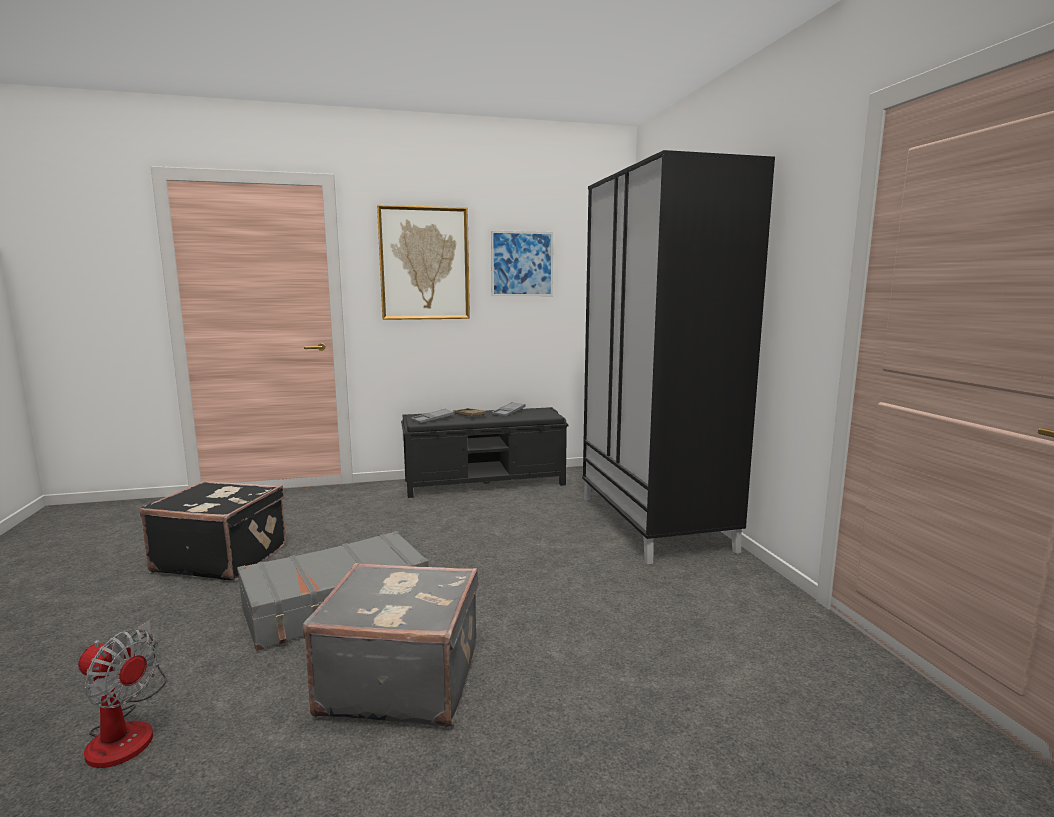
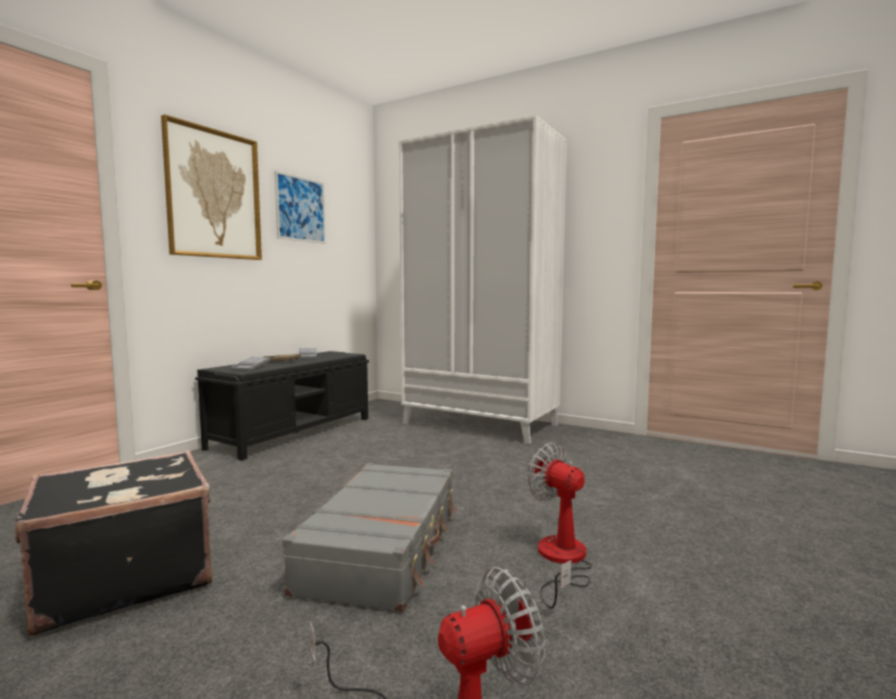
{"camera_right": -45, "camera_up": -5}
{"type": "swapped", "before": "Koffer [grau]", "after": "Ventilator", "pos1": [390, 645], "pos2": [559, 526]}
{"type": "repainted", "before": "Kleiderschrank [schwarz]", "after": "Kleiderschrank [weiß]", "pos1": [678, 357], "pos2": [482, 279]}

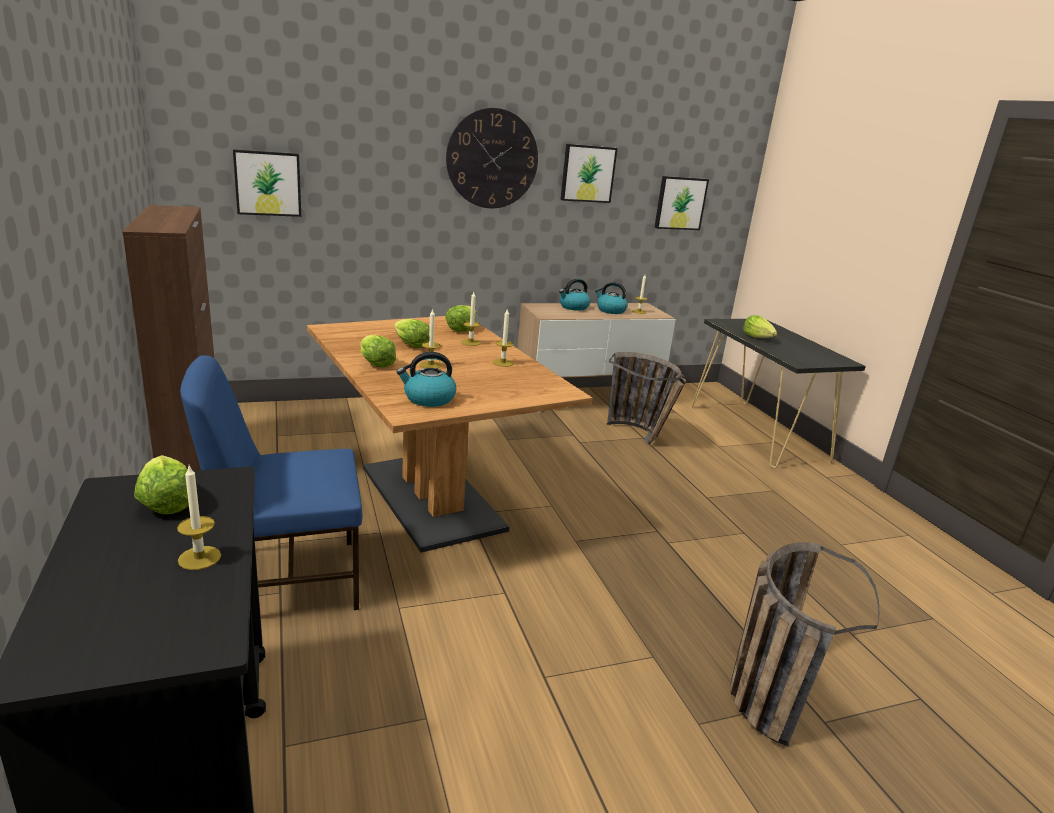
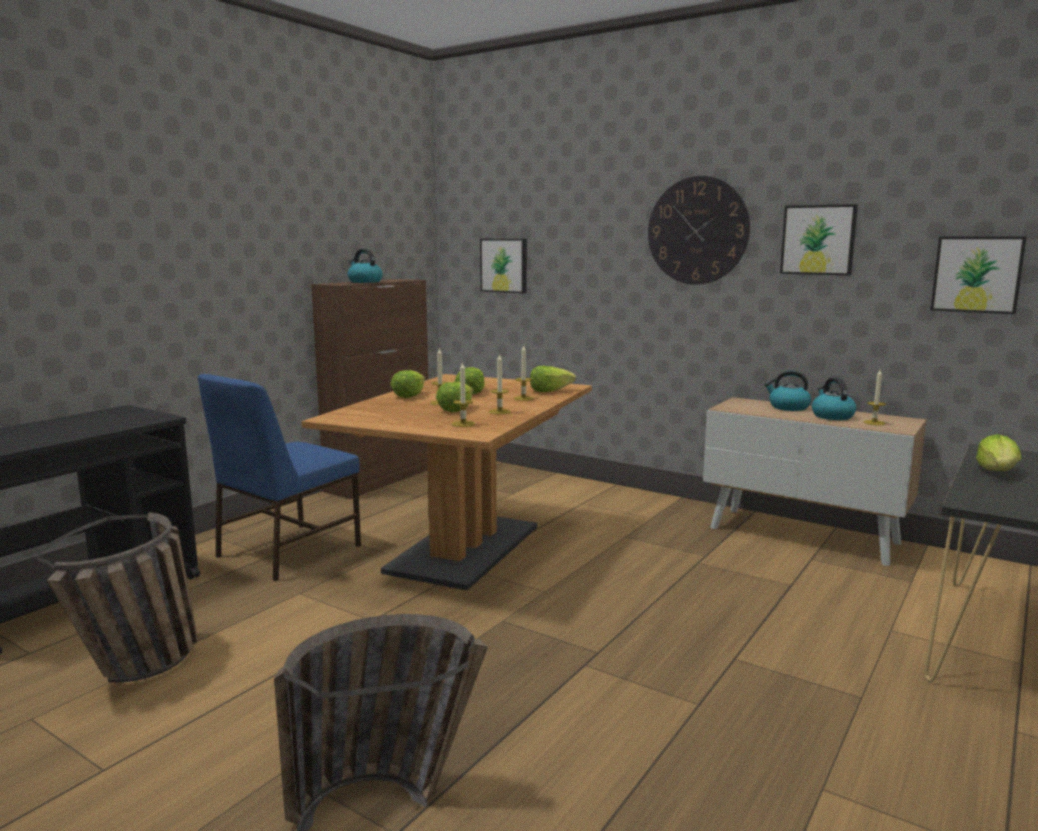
{"camera_right": 55, "camera_up": -10}
{"type": "shifted", "before": "Salatkopf", "pos1": [161, 484], "pos2": [454, 397]}
{"type": "shifted", "before": "Kerze", "pos1": [199, 518], "pos2": [463, 394]}
{"type": "shifted", "before": "Wasserkessel", "pos1": [426, 379], "pos2": [365, 266]}
{"type": "shifted", "before": "Korb", "pos1": [646, 398], "pos2": [117, 597]}
{"type": "rotated", "before": "Stuhl [blau]", "pos1": [271, 482], "pos2": [279, 477], "turn": -90}

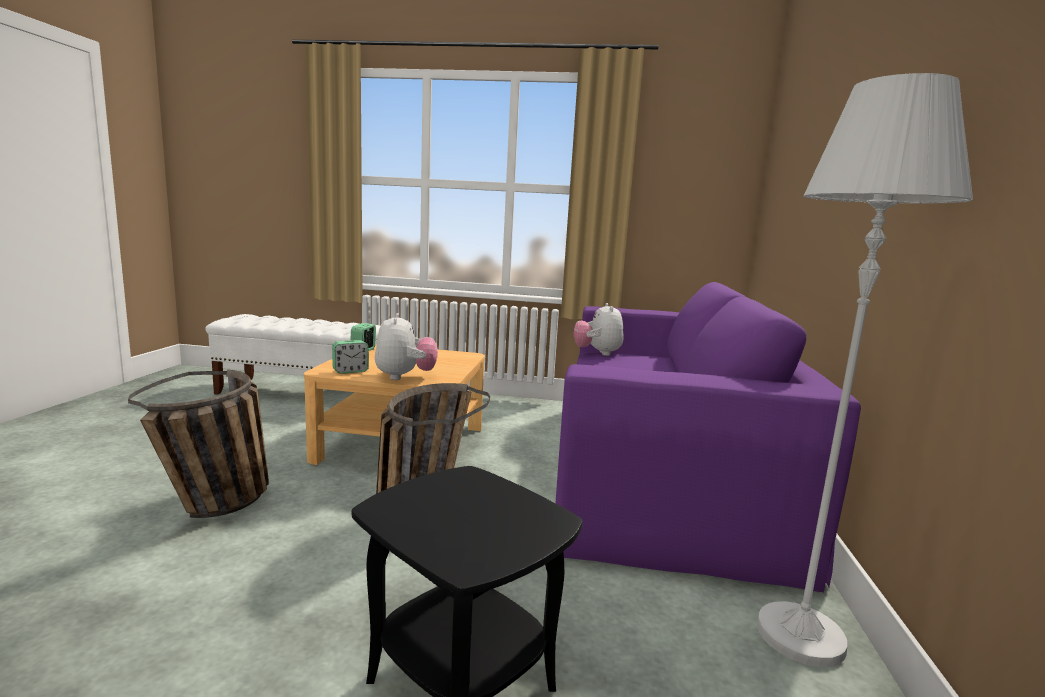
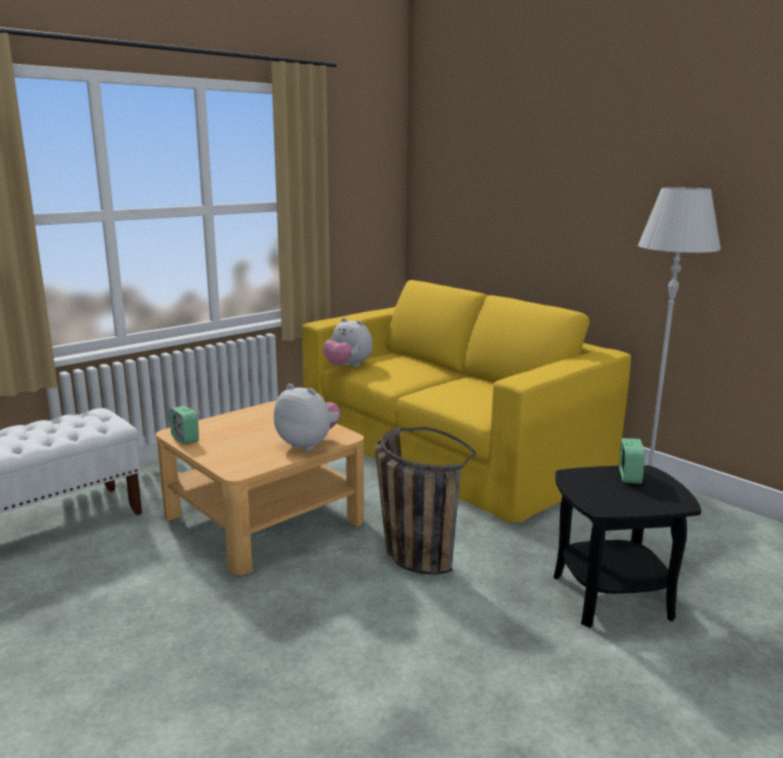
{"camera_right": -50, "camera_up": 5}
{"type": "gone", "before": "Korb", "pos1": [198, 443]}
{"type": "shifted", "before": "Wecker", "pos1": [350, 357], "pos2": [632, 461]}
{"type": "repainted", "before": "Sofa [lila]", "after": "Sofa [gelb]", "pos1": [708, 437], "pos2": [466, 401]}

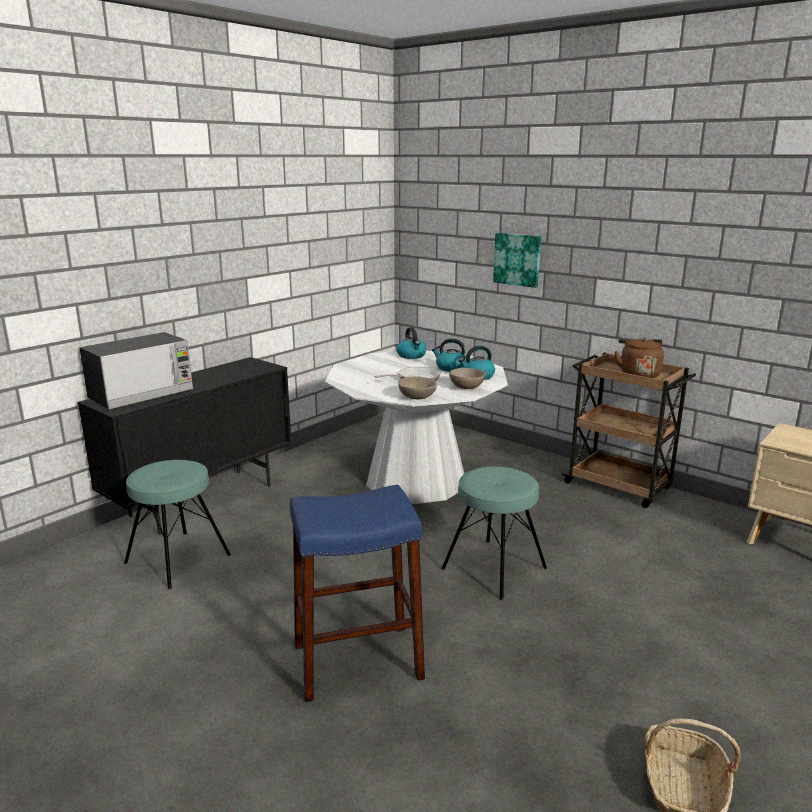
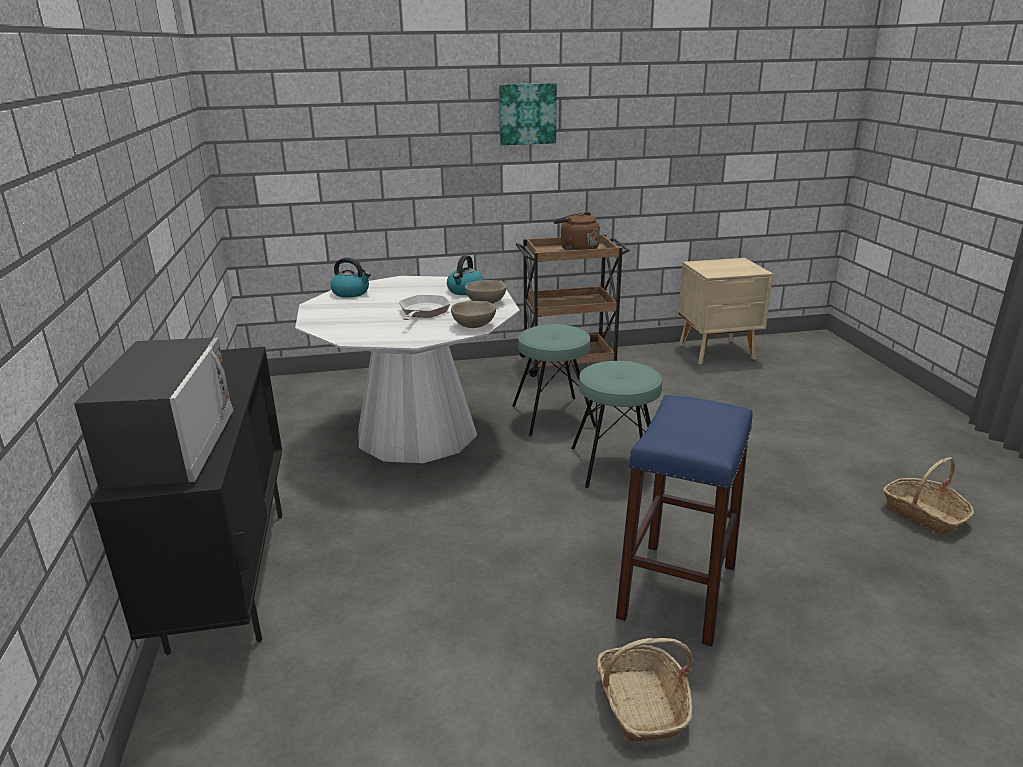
{"camera_right": -50, "camera_up": 5}
{"type": "gone", "before": "Wasserkessel", "pos1": [449, 355]}
{"type": "new", "after": "Korb", "pos2": [645, 689]}
{"type": "shifted", "before": "Hocker [türkis]", "pos1": [177, 524], "pos2": [554, 380]}
{"type": "shifted", "before": "Bild", "pos1": [517, 260], "pos2": [528, 114]}

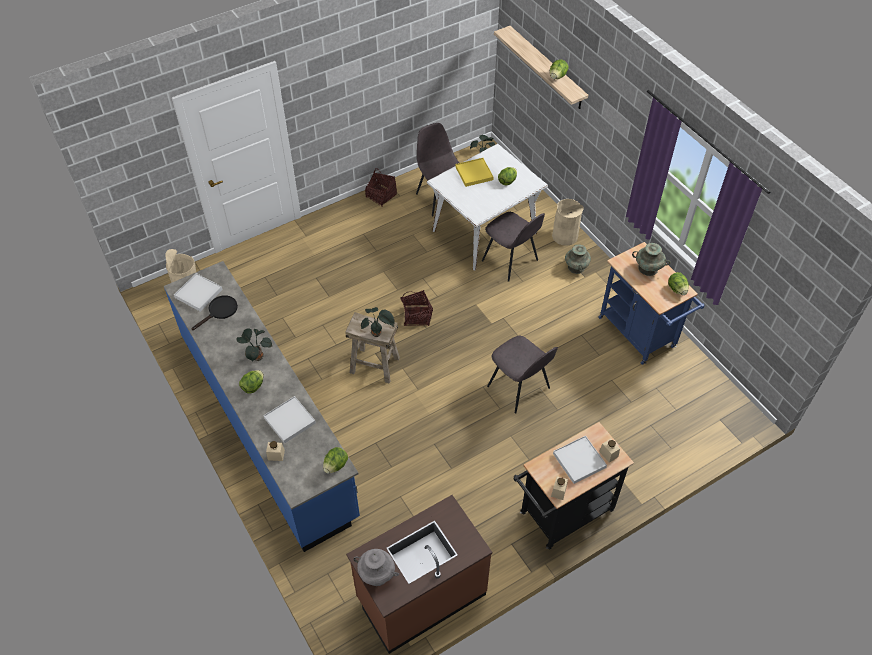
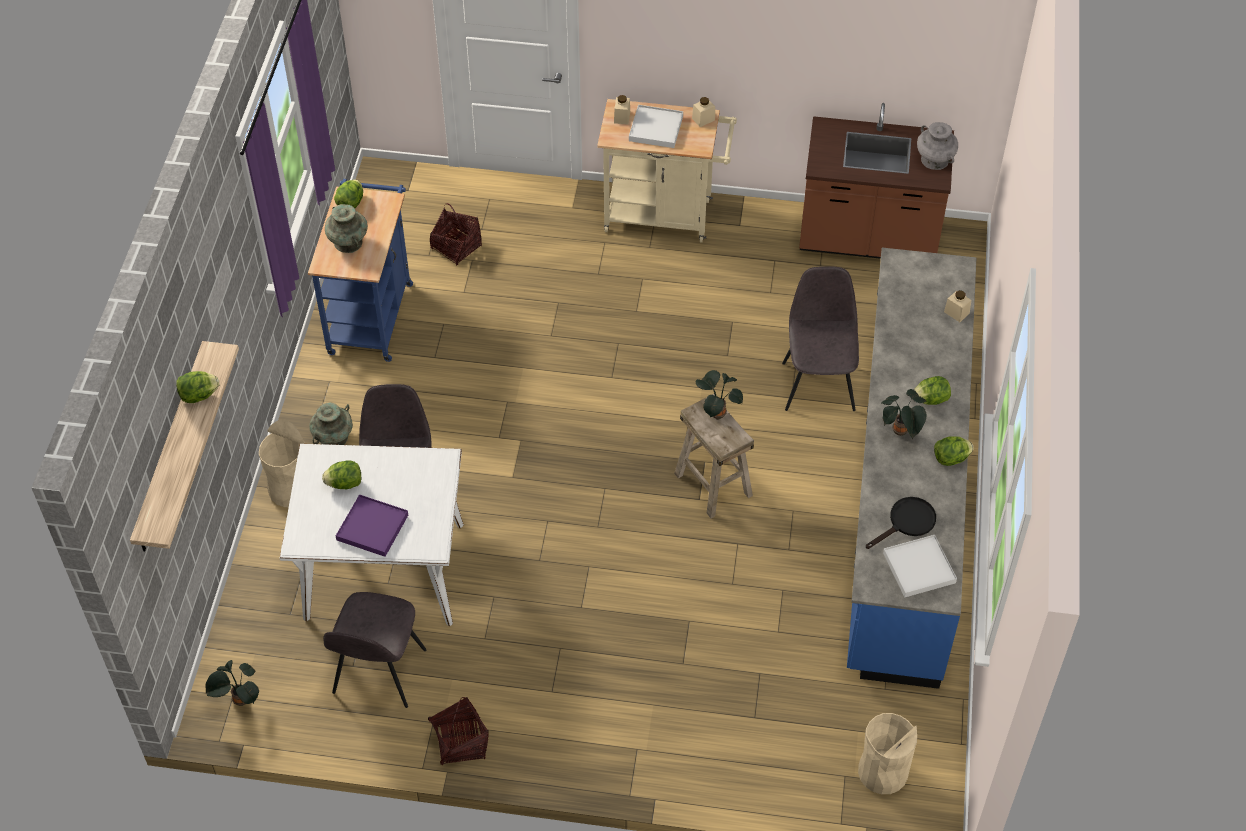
{"camera_right": -140, "camera_up": 0}
{"type": "gone", "before": "Tablett [weiß]", "pos1": [289, 419]}
{"type": "shifted", "before": "Salatkopf", "pos1": [335, 460], "pos2": [954, 451]}
{"type": "shifted", "before": "Korb", "pos1": [416, 308], "pos2": [456, 234]}
{"type": "shifted", "before": "Stuhl [grau]", "pos1": [522, 374], "pos2": [820, 338]}
{"type": "repainted", "before": "Tablett [gelb]", "after": "Tablett [lila]", "pos1": [475, 172], "pos2": [372, 526]}
{"type": "repainted", "before": "Rollwagen [schwarz]", "after": "Rollwagen [beige]", "pos1": [574, 486], "pos2": [667, 170]}
{"type": "rotated", "before": "Pfanne [schwarz]", "pos1": [215, 312], "pos2": [901, 523], "turn": 150}

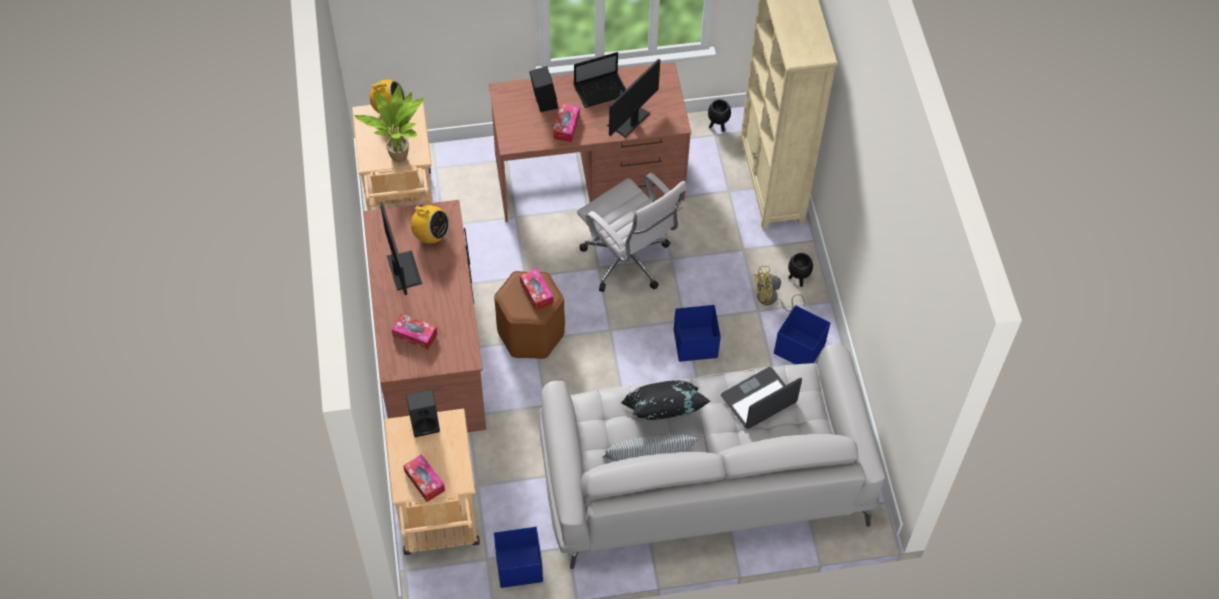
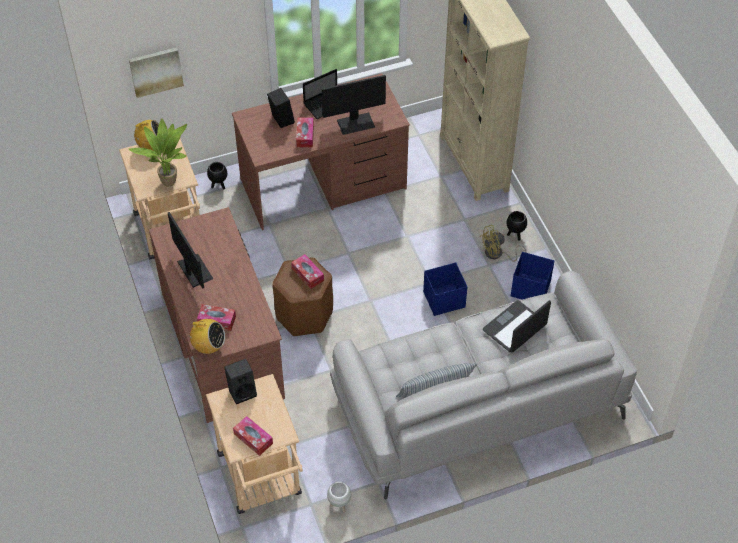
{"camera_right": -10, "camera_up": -5}
{"type": "gone", "before": "Bürostuhl [weiß]", "pos1": [631, 232]}
{"type": "gone", "before": "Kissen [schwarz]", "pos1": [665, 400]}
{"type": "new", "after": "Bild", "pos2": [156, 72]}
{"type": "shifted", "before": "Radio", "pos1": [428, 224], "pos2": [205, 336]}
{"type": "shifted", "before": "Pflanzkübel [schwarz]", "pos1": [719, 115], "pos2": [217, 175]}
{"type": "swapped", "before": "Aufbewahrungsbox [blau]", "after": "Pflanzkübel [weiß]", "pos1": [518, 557], "pos2": [339, 497]}
{"type": "rotated", "before": "Monitor", "pos1": [633, 98], "pos2": [354, 105], "turn": -135}

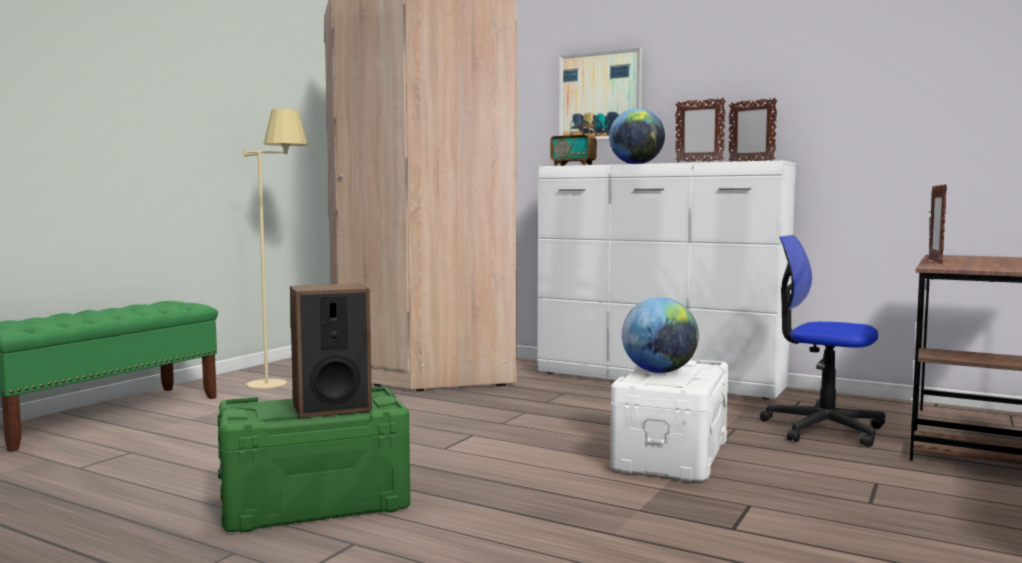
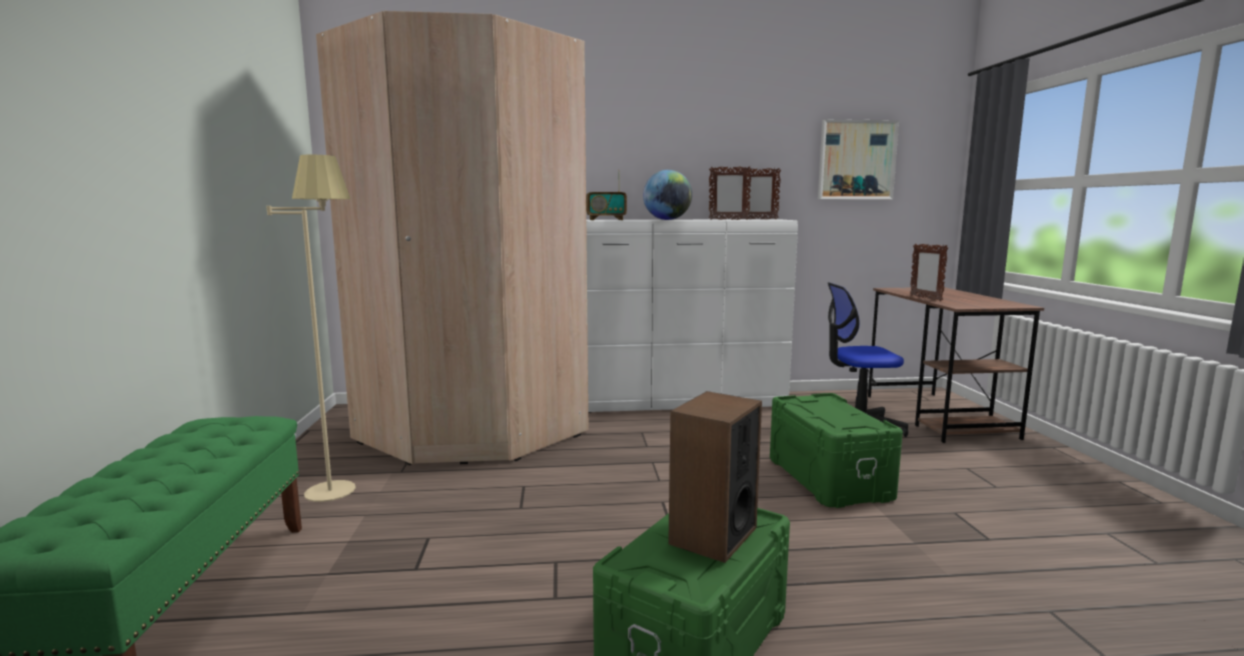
{"camera_right": -35, "camera_up": 5}
{"type": "gone", "before": "Globus", "pos1": [660, 335]}
{"type": "shifted", "before": "Bild", "pos1": [600, 93], "pos2": [858, 159]}
{"type": "repainted", "before": "Aufbewahrungsbox [weiß]", "after": "Aufbewahrungsbox [grün]", "pos1": [669, 421], "pos2": [836, 450]}

